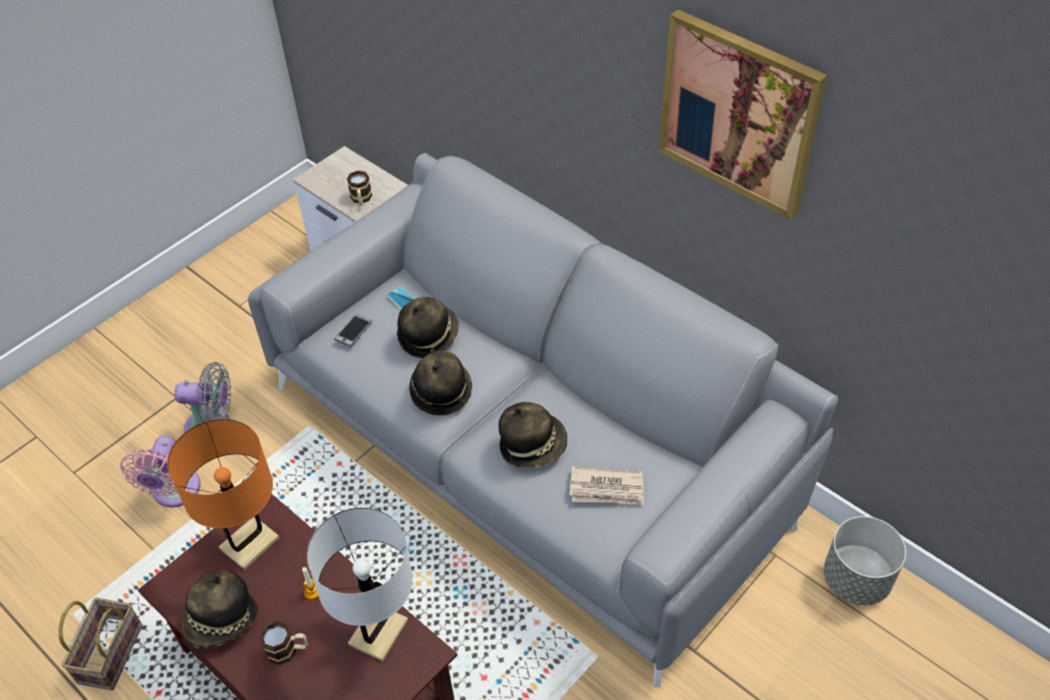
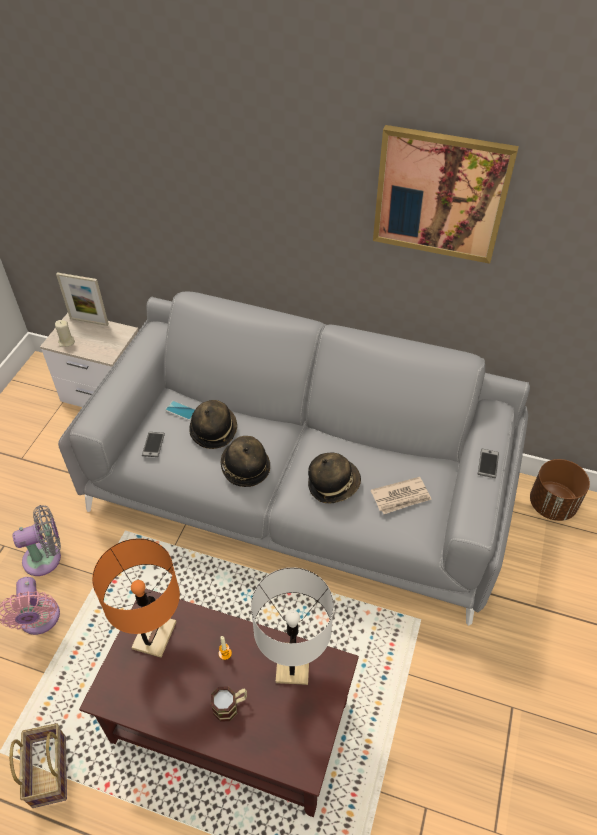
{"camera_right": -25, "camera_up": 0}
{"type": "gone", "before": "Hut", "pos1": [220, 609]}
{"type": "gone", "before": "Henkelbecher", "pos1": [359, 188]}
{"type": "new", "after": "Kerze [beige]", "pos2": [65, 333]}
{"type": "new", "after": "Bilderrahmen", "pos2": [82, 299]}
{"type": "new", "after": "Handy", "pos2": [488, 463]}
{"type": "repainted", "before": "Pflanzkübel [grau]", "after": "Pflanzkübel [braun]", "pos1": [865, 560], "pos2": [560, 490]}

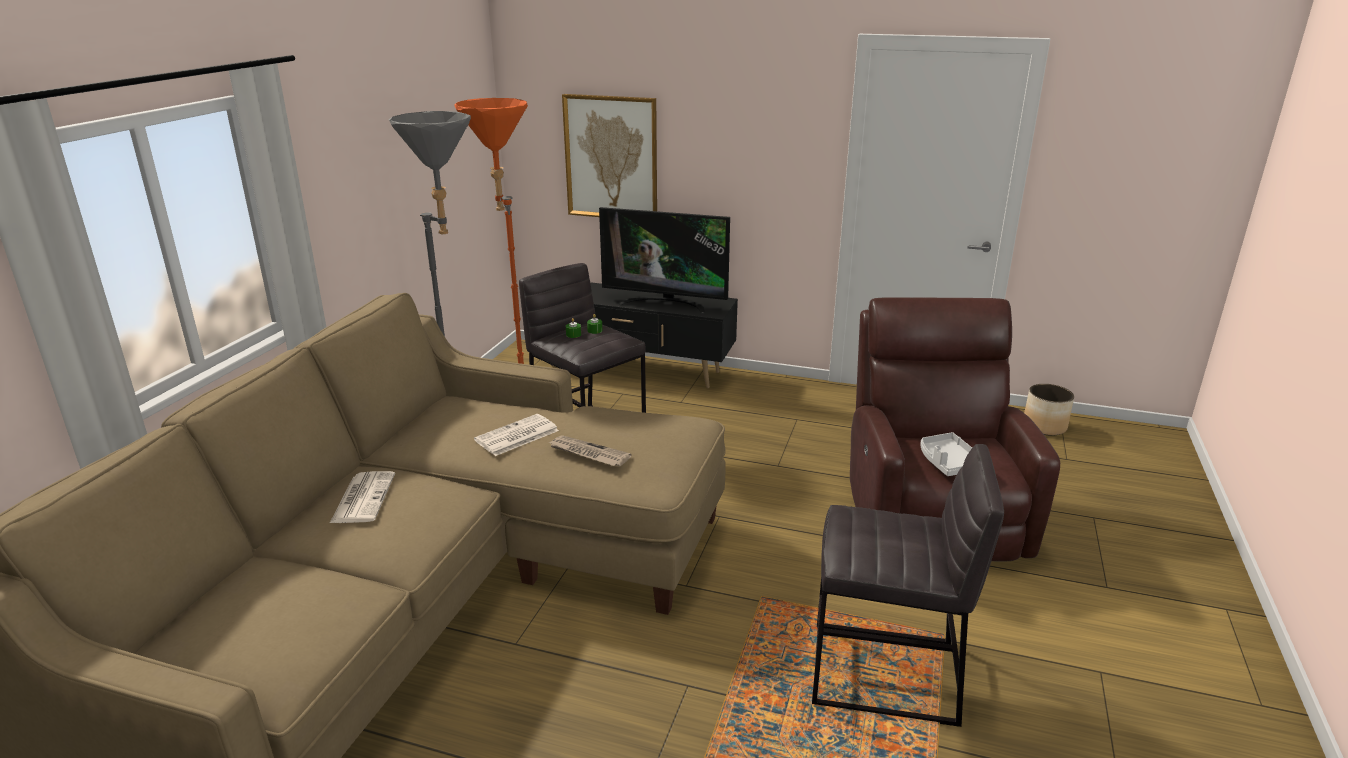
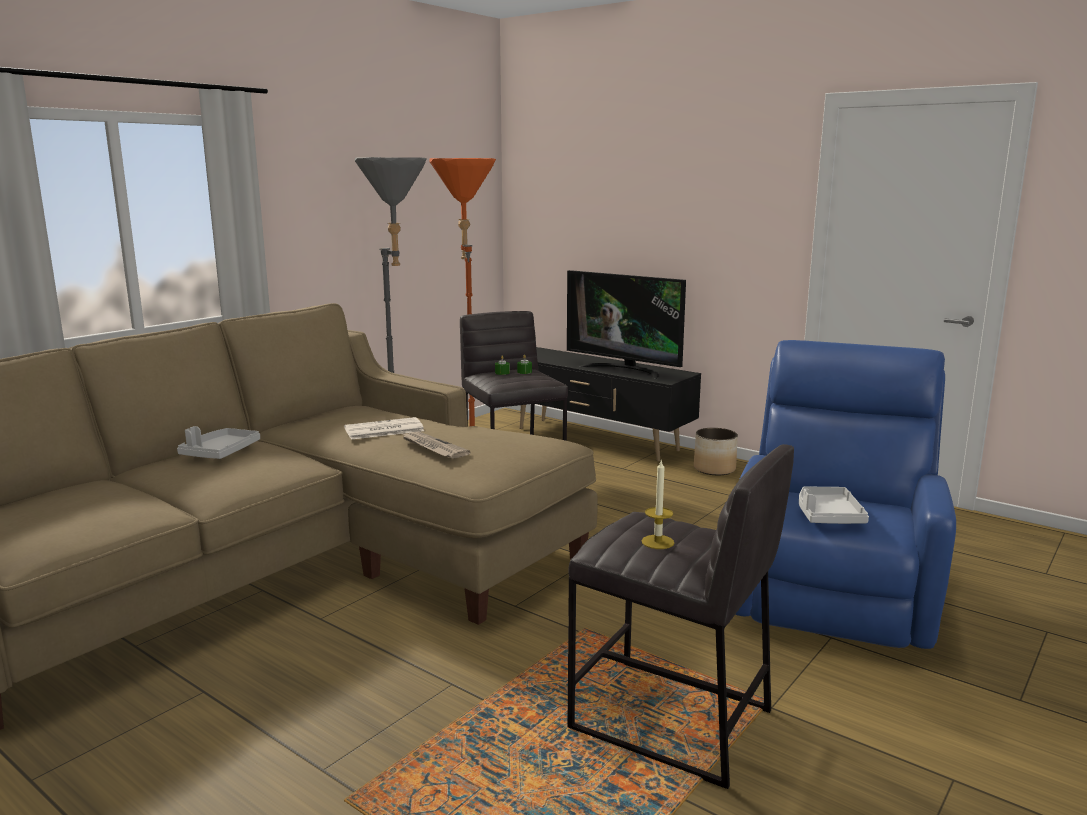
{"camera_right": 20, "camera_up": -10}
{"type": "gone", "before": "Bild", "pos1": [609, 155]}
{"type": "new", "after": "Kerze", "pos2": [658, 505]}
{"type": "shifted", "before": "Pflanzkübel", "pos1": [1049, 410], "pos2": [716, 451]}
{"type": "swapped", "before": "Zeitung", "after": "Tablett [grau]", "pos1": [362, 497], "pos2": [218, 442]}
{"type": "repainted", "before": "Sessel [braun]", "after": "Sessel [blau]", "pos1": [955, 429], "pos2": [845, 494]}

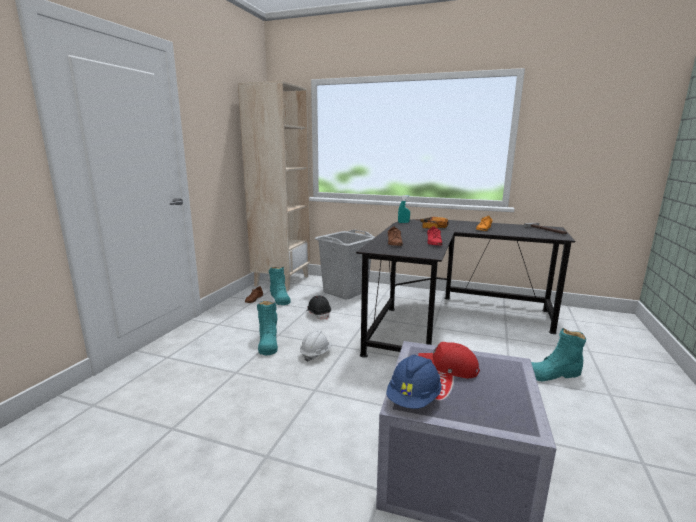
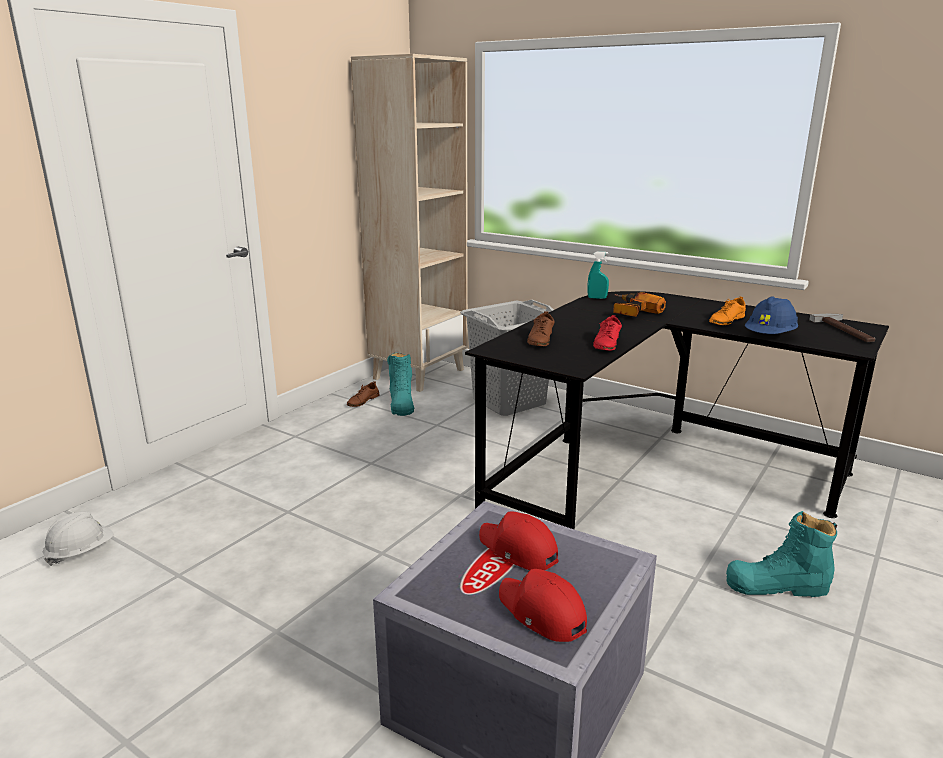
{"camera_right": 15, "camera_up": 5}
{"type": "gone", "before": "Stiefel [türkis]", "pos1": [267, 328]}
{"type": "gone", "before": "Schutzhelm [schwarz]", "pos1": [318, 308]}
{"type": "new", "after": "Kappe [rot]", "pos2": [543, 605]}
{"type": "shifted", "before": "Schutzhelm [weiß]", "pos1": [316, 346], "pos2": [78, 539]}
{"type": "shifted", "before": "Schutzhelm [blau]", "pos1": [414, 382], "pos2": [771, 315]}

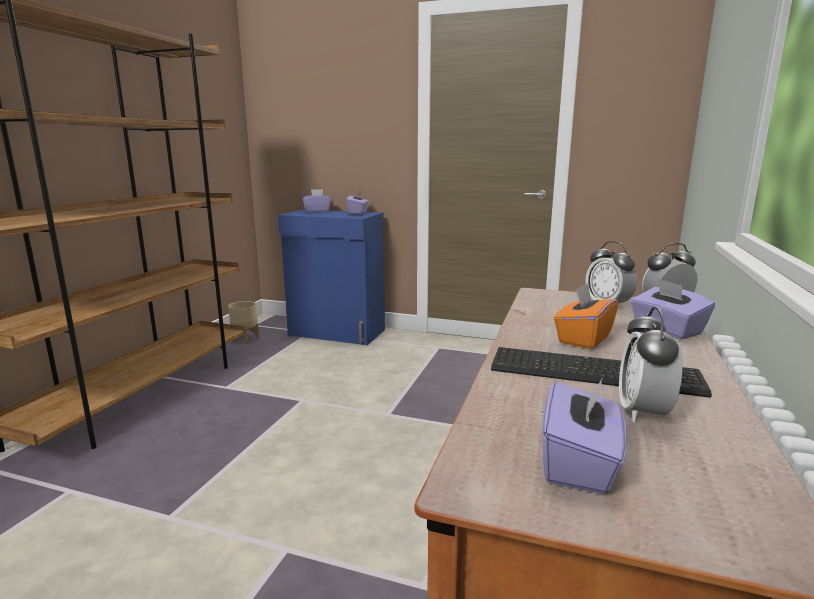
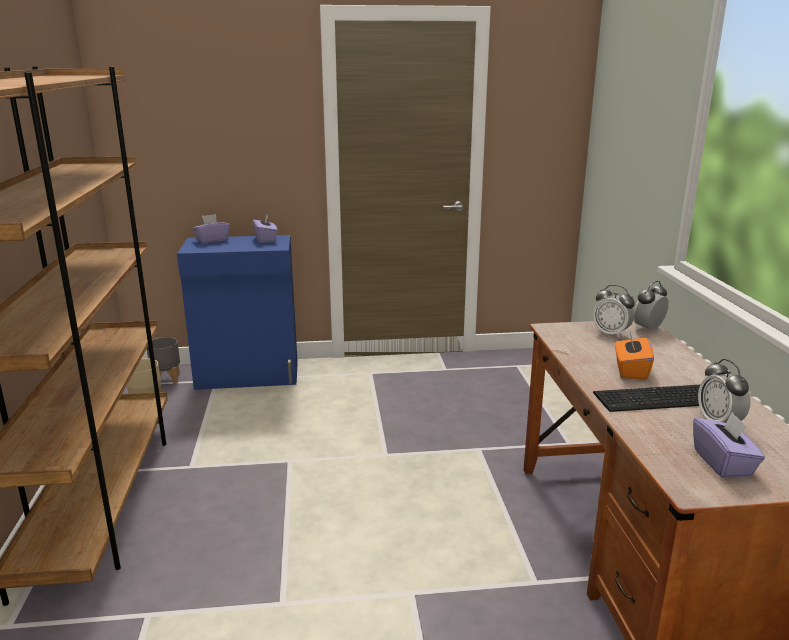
{"camera_right": -25, "camera_up": 5}
{"type": "gone", "before": "Taschentuchbox [lila]", "pos1": [672, 308]}
{"type": "new", "after": "Pflanzkübel [grau]", "pos2": [163, 360]}

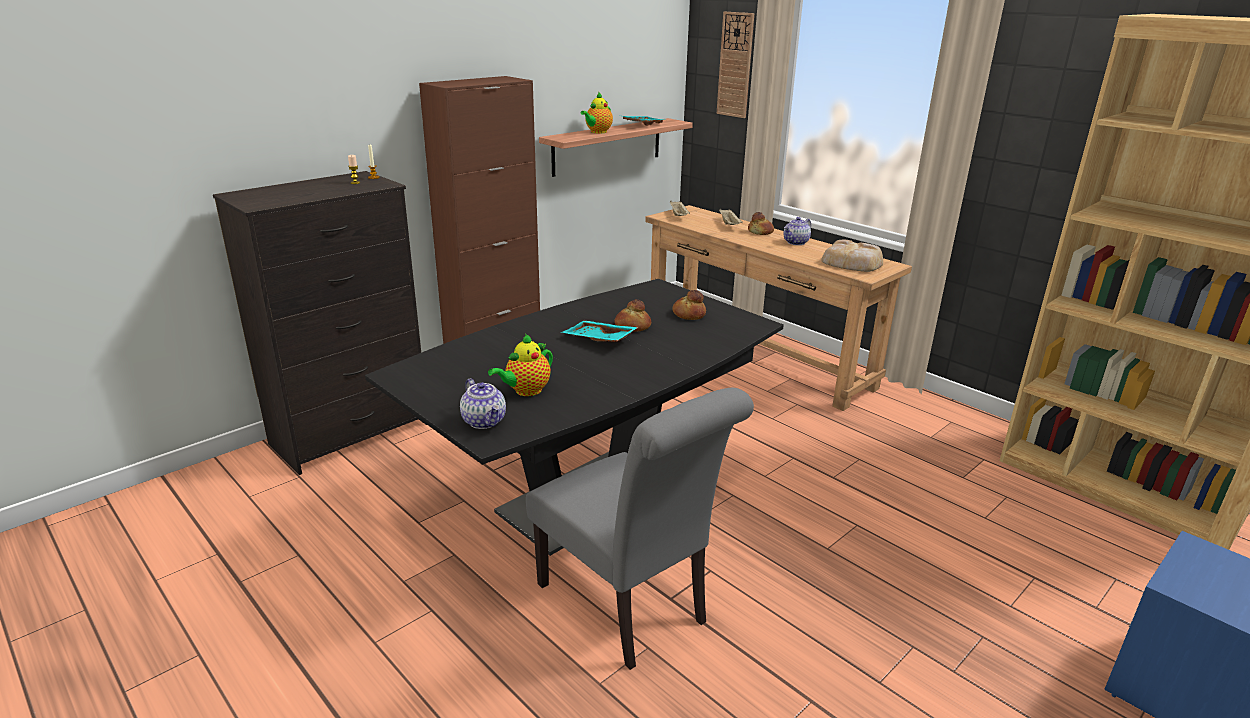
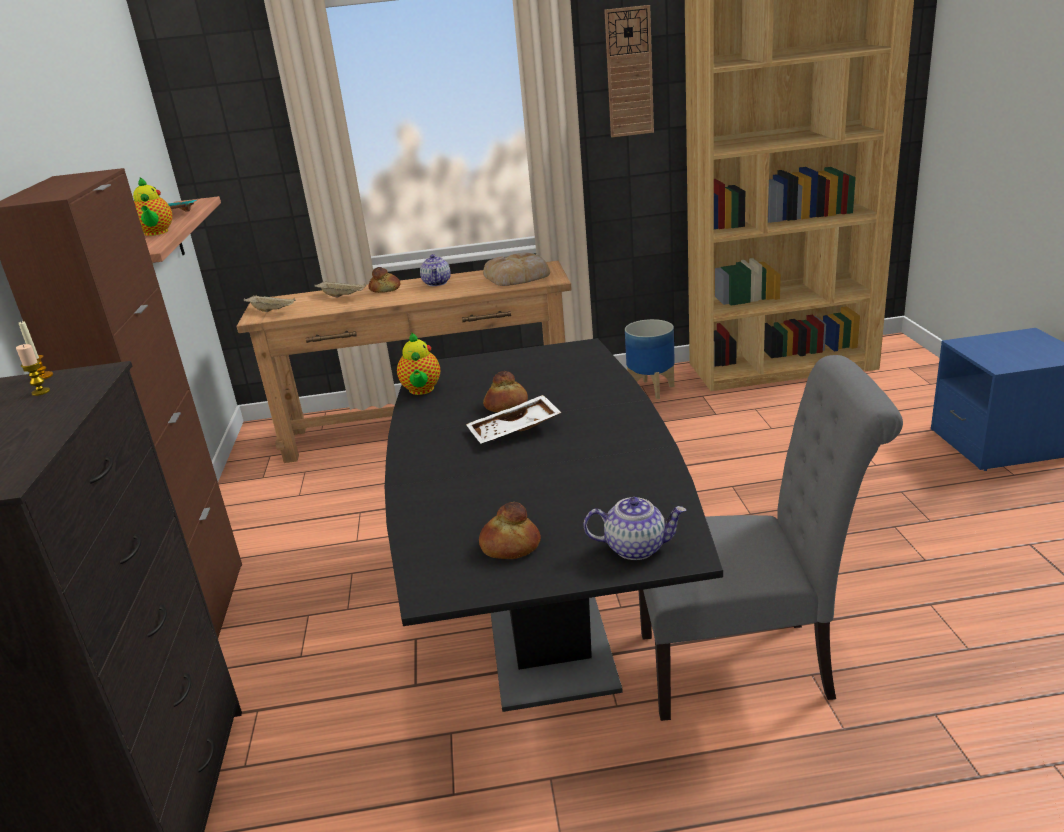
{"camera_right": -50, "camera_up": 0}
{"type": "new", "after": "Pflanzkübel", "pos2": [650, 359]}
{"type": "shifted", "before": "Teekanne", "pos1": [520, 365], "pos2": [418, 364]}
{"type": "shifted", "before": "Brot", "pos1": [689, 305], "pos2": [510, 530]}
{"type": "shifted", "before": "Wanduhr", "pos1": [735, 65], "pos2": [629, 71]}
{"type": "repainted", "before": "Tablett [türkis]", "after": "Tablett [weiß]", "pos1": [600, 331], "pos2": [514, 419]}

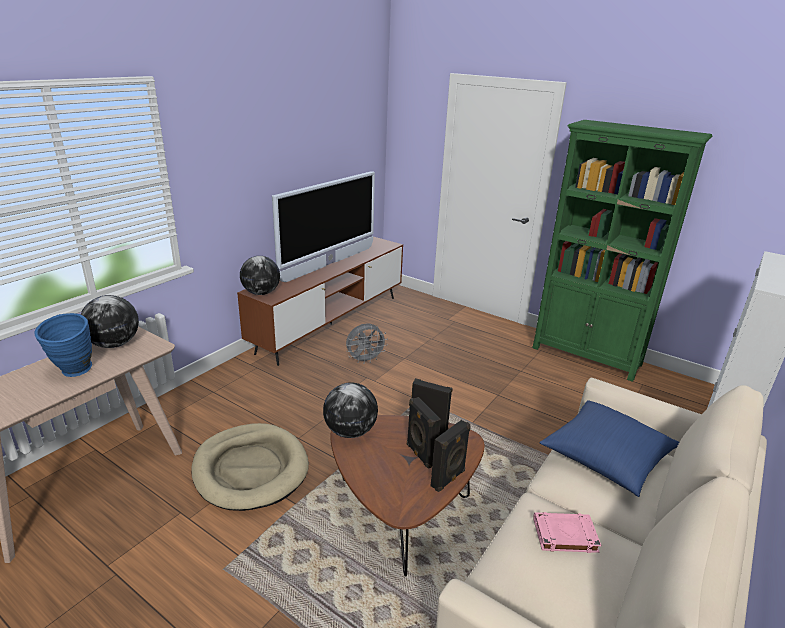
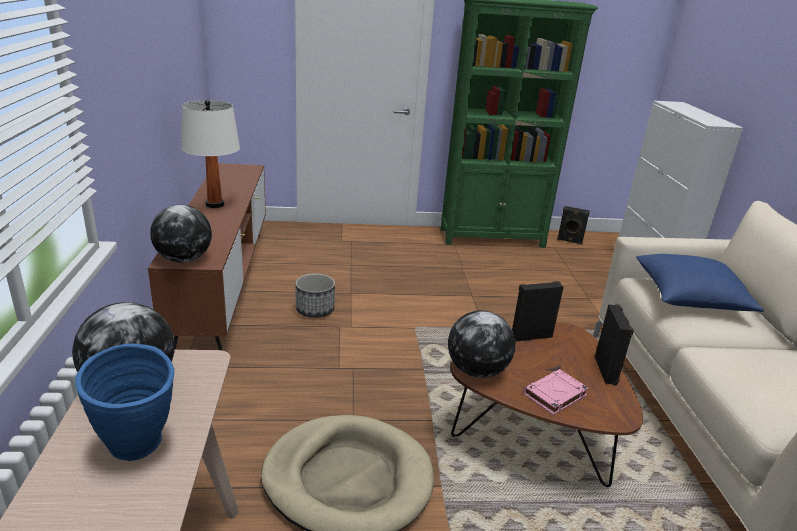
{"camera_right": -40, "camera_up": 0}
{"type": "shifted", "before": "Lautsprecher [schwarz]", "pos1": [424, 433], "pos2": [573, 225]}
{"type": "shifted", "before": "Buch [rosa]", "pos1": [568, 532], "pos2": [556, 392]}
{"type": "swapped", "before": "Fernseher", "after": "Tischlampe [weiß]", "pos1": [323, 226], "pos2": [210, 154]}
{"type": "swapped", "before": "Ventilator [grau]", "after": "Pflanzkübel", "pos1": [367, 343], "pos2": [315, 295]}

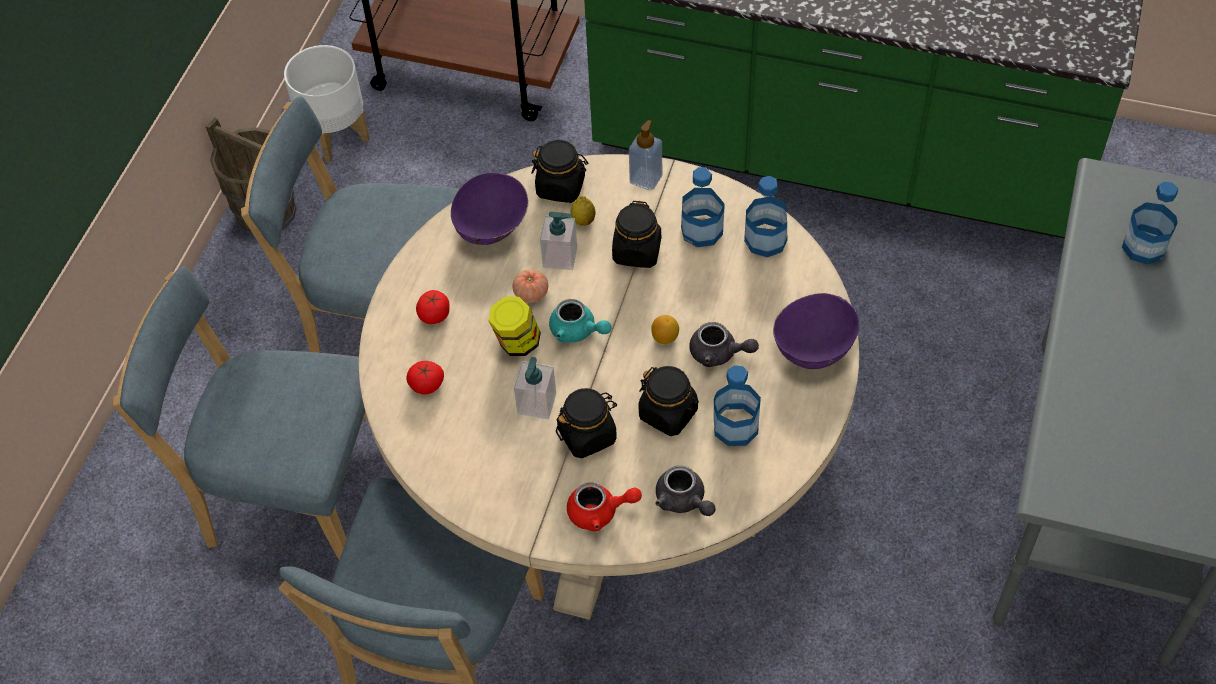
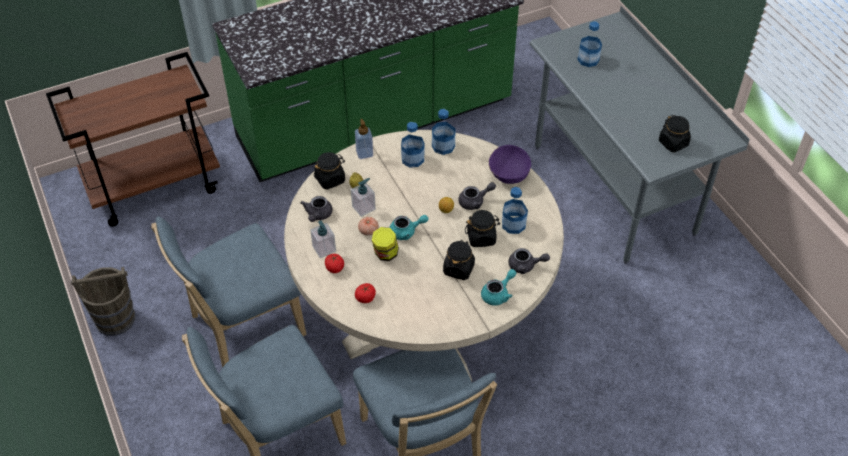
{"camera_right": -45, "camera_up": -5}
{"type": "gone", "before": "Pflanzkübel [weiß]", "pos1": [327, 103]}
{"type": "shifted", "before": "Seifenspender", "pos1": [535, 388], "pos2": [323, 239]}
{"type": "shifted", "before": "Vorratsglas [schwarz]", "pos1": [636, 234], "pos2": [675, 133]}
{"type": "swapped", "before": "Schüssel [lila]", "after": "Teekanne [grau]", "pos1": [489, 209], "pos2": [316, 209]}
{"type": "repainted", "before": "Teekanne [rot]", "after": "Teekanne [türkis]", "pos1": [604, 507], "pos2": [498, 287]}

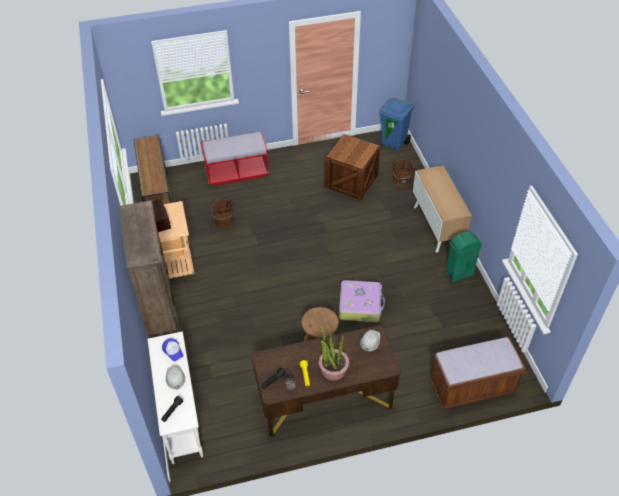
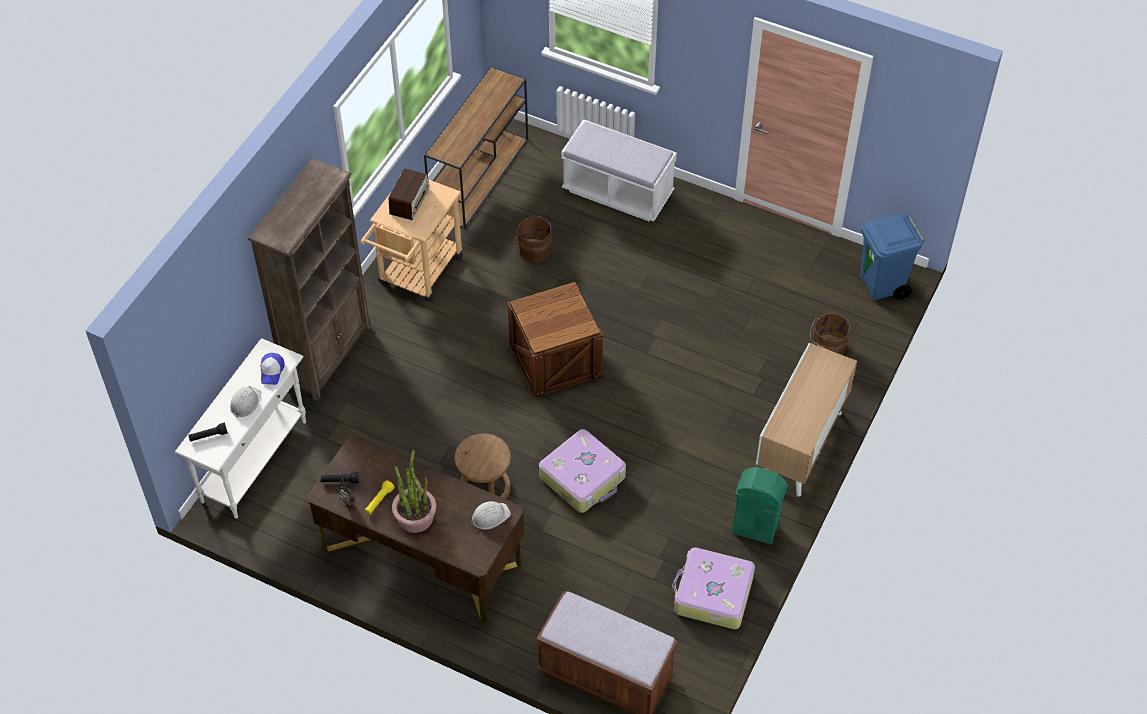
{"camera_right": 40, "camera_up": 5}
{"type": "new", "after": "Koffer", "pos2": [713, 588]}
{"type": "shifted", "before": "Kiste", "pos1": [353, 167], "pos2": [555, 340]}
{"type": "repainted", "before": "Bank [rot]", "after": "Bank [weiß]", "pos1": [235, 158], "pos2": [619, 170]}

